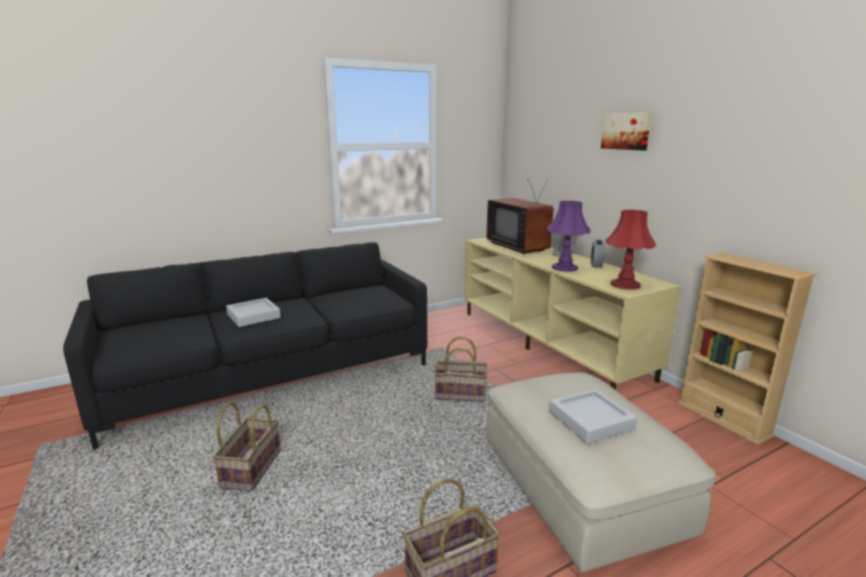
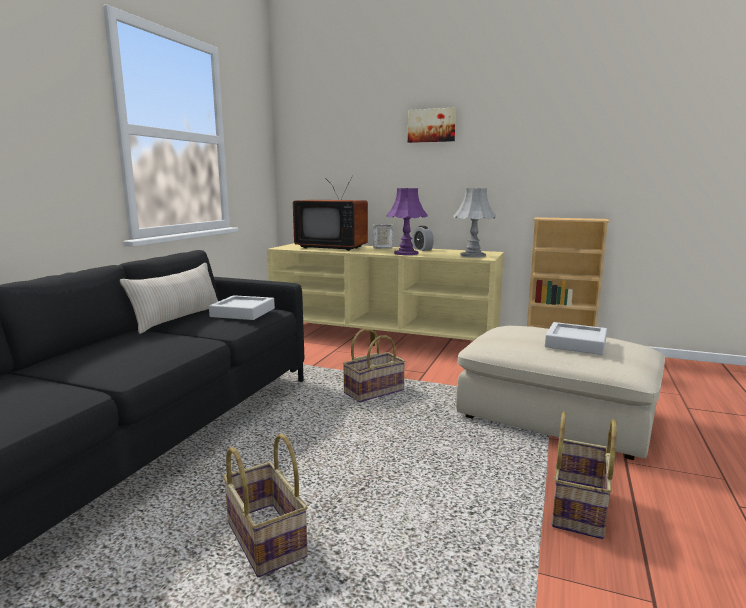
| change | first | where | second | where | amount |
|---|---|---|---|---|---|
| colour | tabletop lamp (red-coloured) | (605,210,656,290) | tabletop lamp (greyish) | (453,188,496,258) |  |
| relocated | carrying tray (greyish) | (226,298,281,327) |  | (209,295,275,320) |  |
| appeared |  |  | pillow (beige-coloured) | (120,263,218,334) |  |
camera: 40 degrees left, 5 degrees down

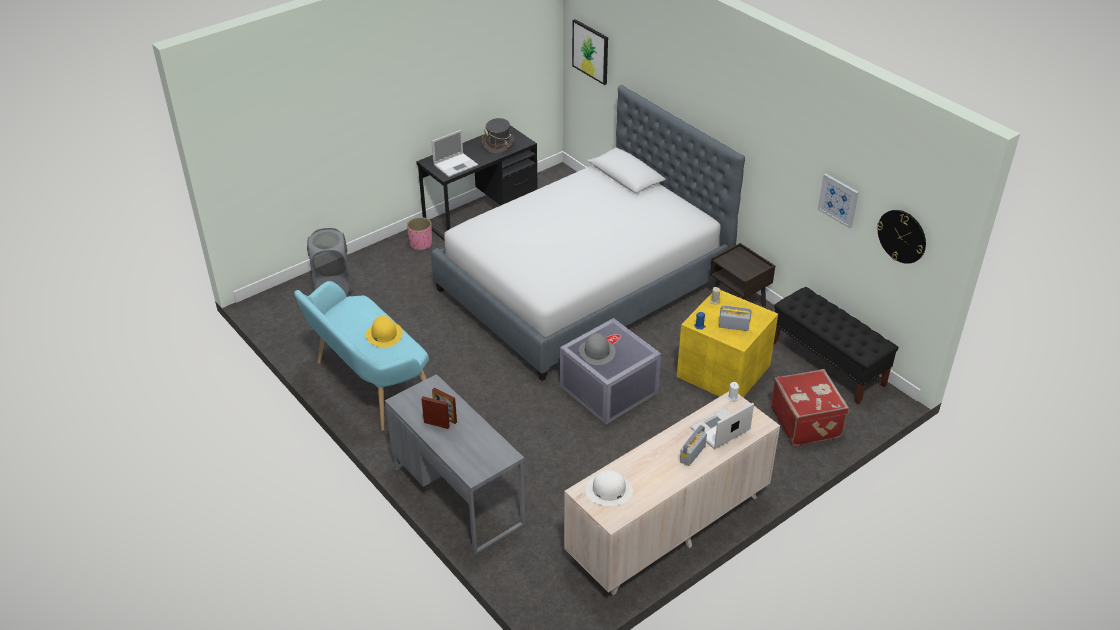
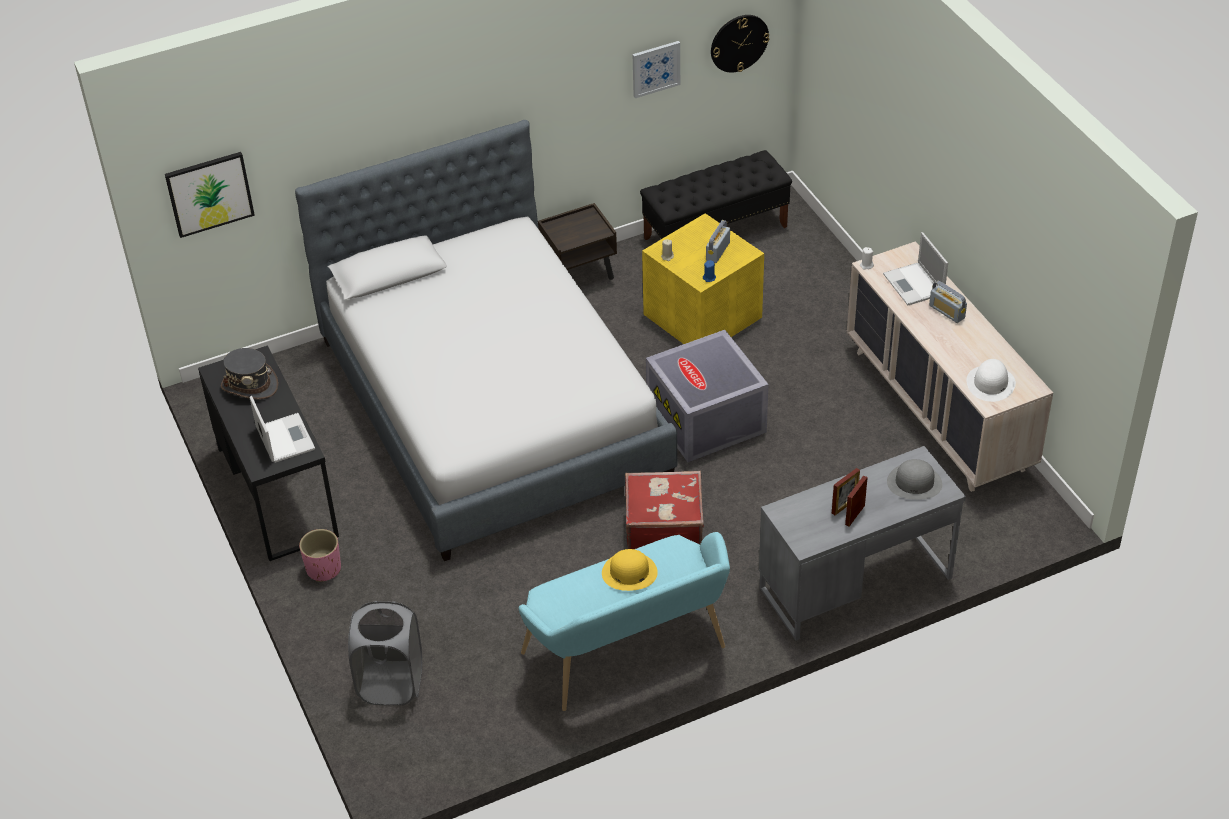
| change | first | where | second | where | amount |
|---|---|---|---|---|---|
| relocated | hat (greyish) | (579,333,615,365) |  | (887,459,942,500) |  |
| relocated | piece of luggage (red-coloured) | (770,369,849,446) |  | (625,471,704,549) |  |
camera: 75 degrees left, 5 degrees up

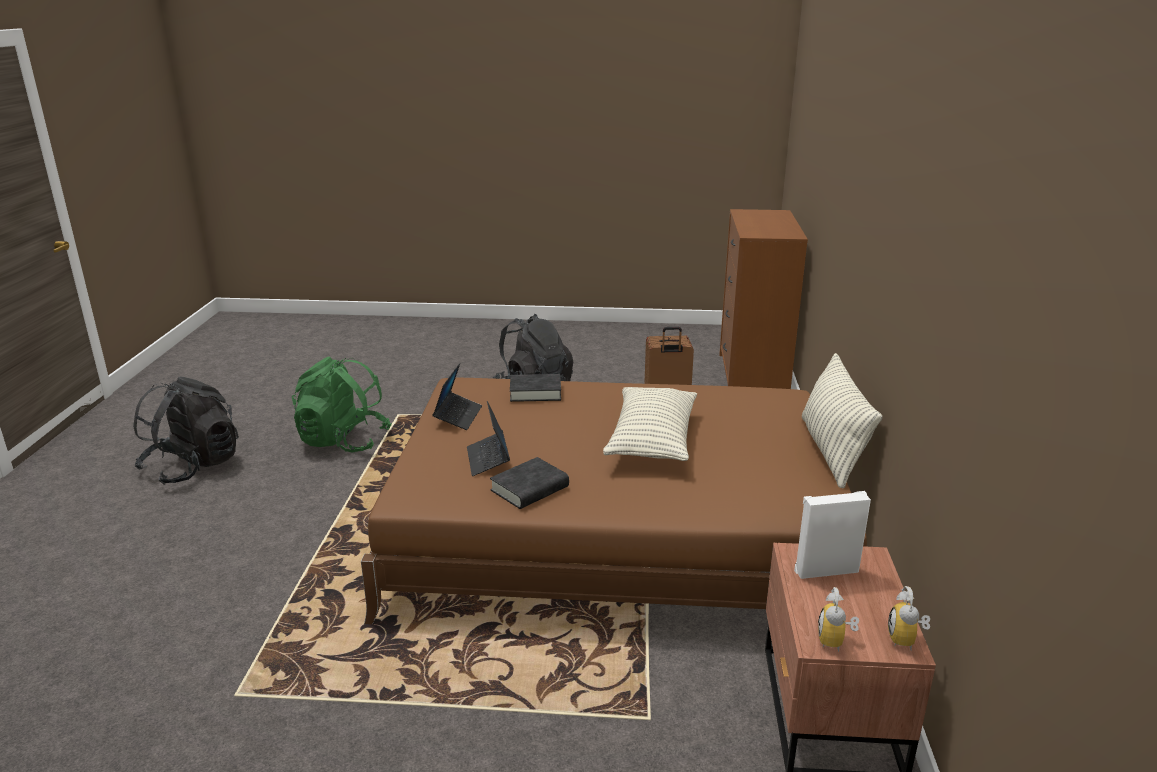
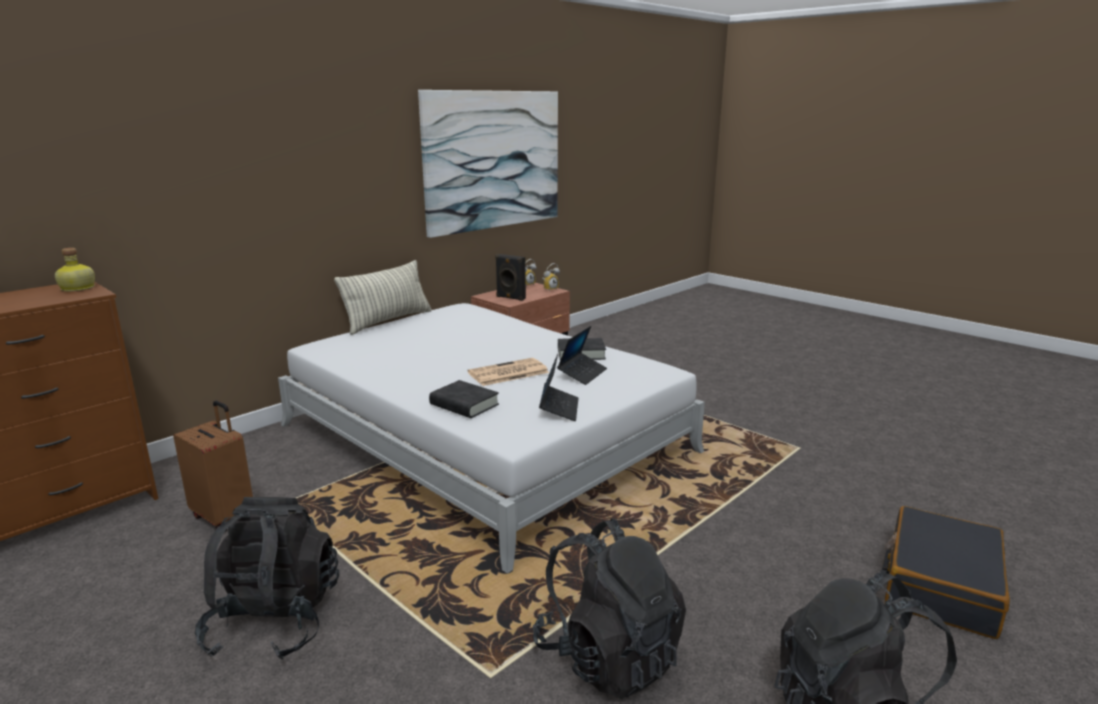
| change | first | where | second | where | amount |
|---|---|---|---|---|---|
| colour | knapsack (green) | (292,356,392,452) | knapsack (blackish) | (533,518,686,699) |  |
| spun | notebook computer | (433,363,482,430) |  | (539,354,578,421) | 135 degrees clockwise |
| colour | bedroom bed (brown) | (361,378,867,624) | bedroom bed (white-coloured) | (278,303,705,573) |  |
| missing | pillow | (603,387,697,461) |  |  |  |
| colour | loudspeaker (white-coloured) | (794,491,871,579) | loudspeaker (blackish) | (495,254,526,301) |  |
| appeared |  |  | picture | (418,90,558,238) |  |
| appeared |  |  | beverage bottle | (55,248,95,291) |  |
| appeared |  |  | daily paper | (468,358,549,386) |  |
| appeared |  |  | piece of luggage (blackish) | (882,506,1010,639) |  |
camera: 140 degrees left, 5 degrees down

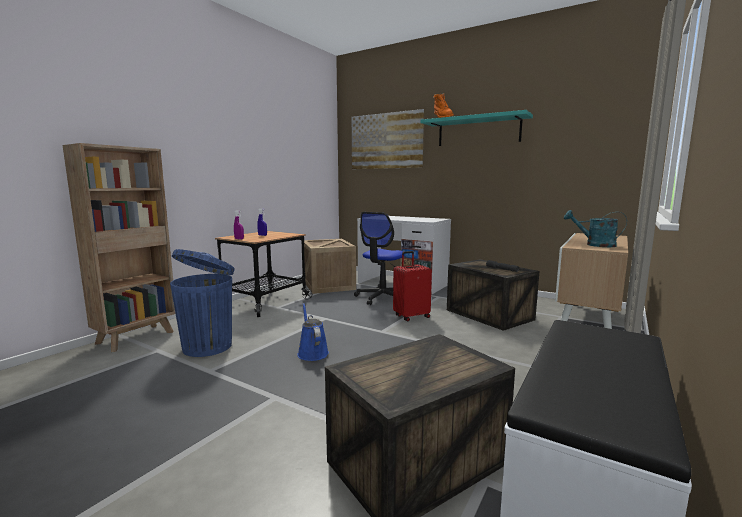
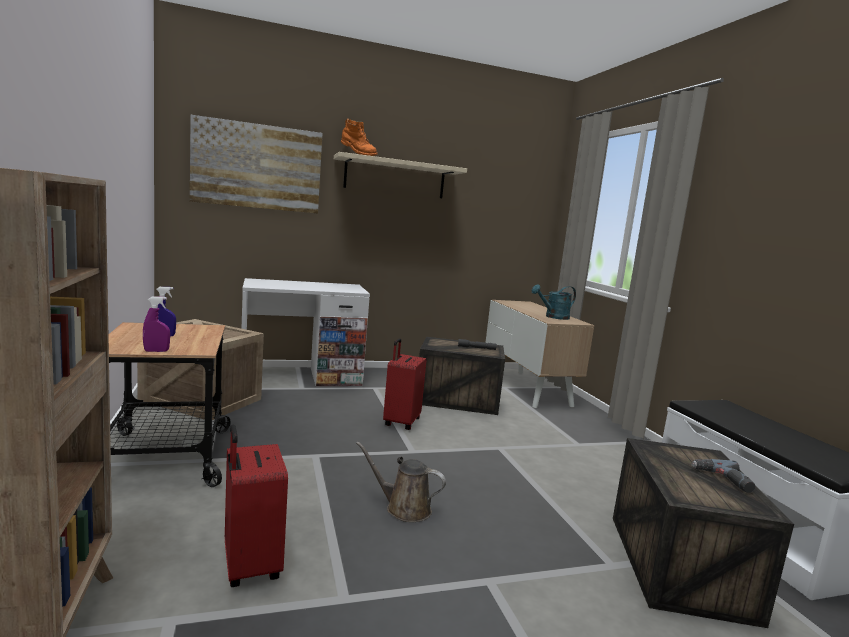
| change | first | where | second | where | amount |
|---|---|---|---|---|---|
| colour | shelf (turquoise-coloured) | (420,110,533,146) | shelf (beige-coloured) | (334,152,467,198) |  |
| missing | desk chair | (354,212,405,305) |  |  |  |
| exchanged | rubbish bin (blue) | (170,249,235,357) | piece of luggage (red-coloured) | (225,424,288,587) |  |
| colour | watering pot (blue) | (297,303,329,361) | watering pot (brown) | (356,441,446,522) |  |
| appeared |  |  | power drill | (692,459,755,493) |  |
camera: 50 degrees left, 0 degrees up

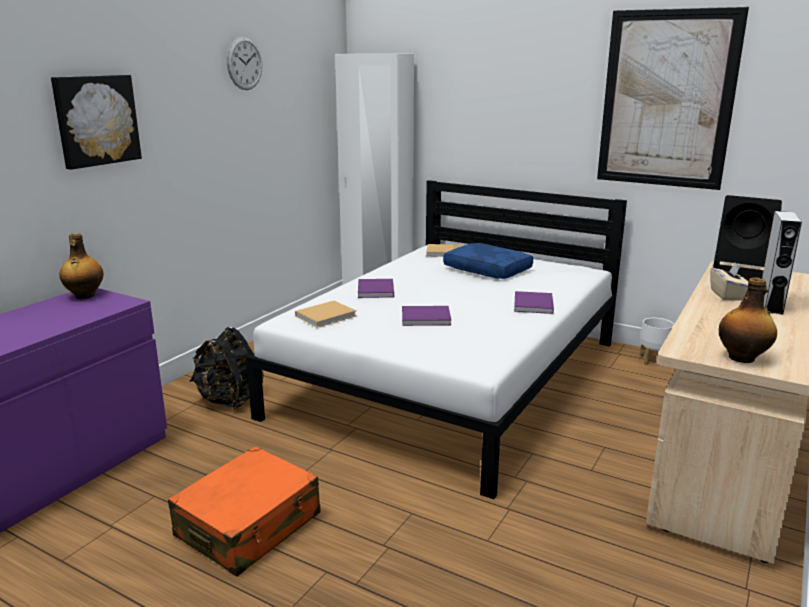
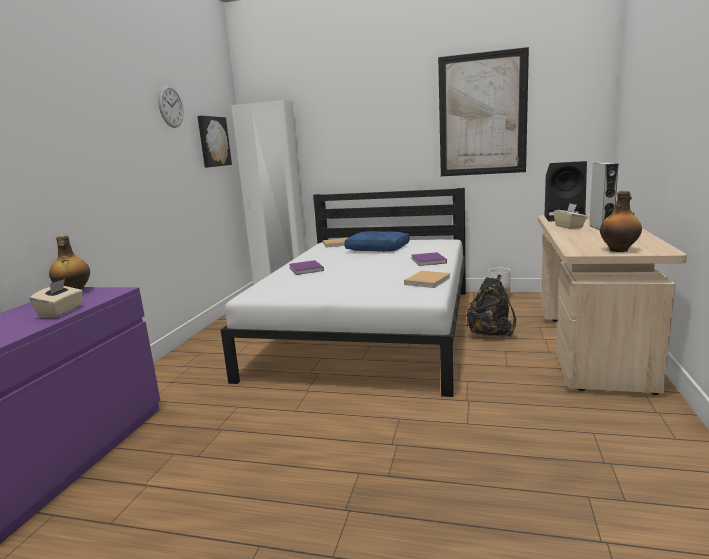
| change | first | where | second | where | amount |
|---|---|---|---|---|---|
| relocated | picture | (51,75,142,170) |  | (197,116,232,168) |  |
| relocated | volume (beige-coloured) | (295,301,357,328) |  | (404,271,451,288) |  |
| missing | volume (purple) | (402,306,451,326) |  |  |  |
| relocated | knapsack (blackish) | (190,326,264,409) |  | (466,275,516,337) |  |
| missing | piece of luggage (orange) | (168,446,321,576) |  |  |  |
| appeared |  |  | tissue holder (beige-coloured) | (29,279,83,317) |  |
camera: 15 degrees left, 5 degrees down

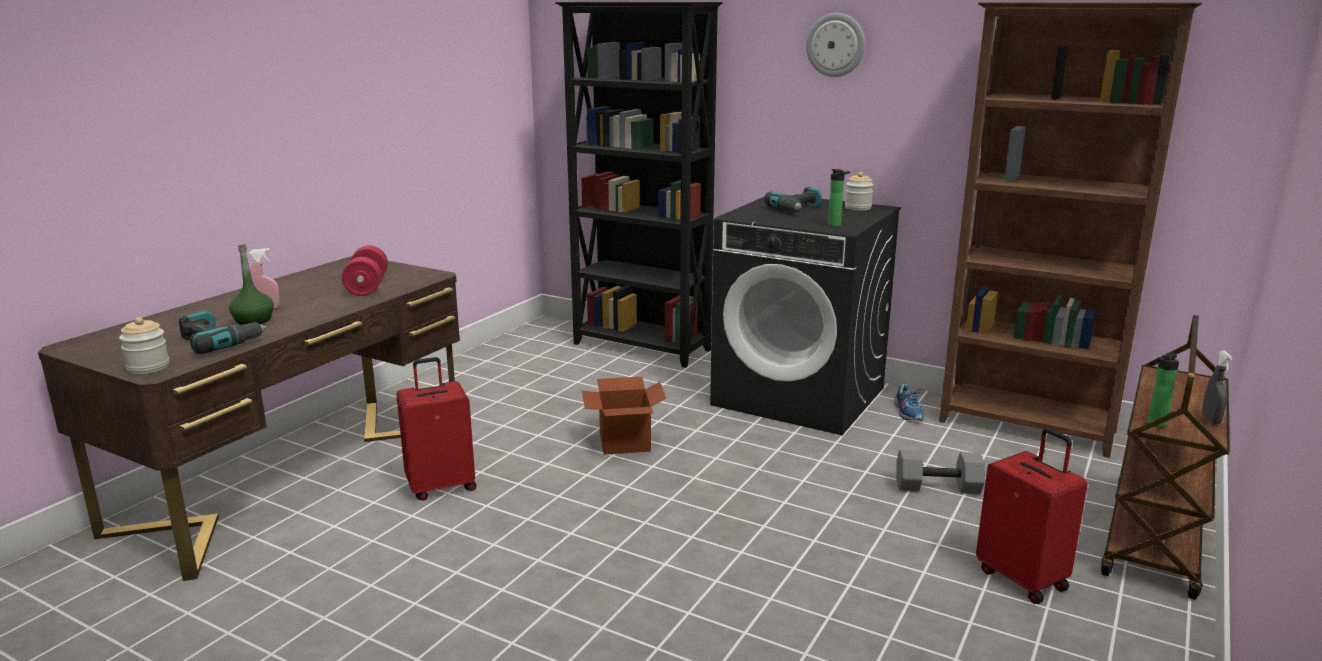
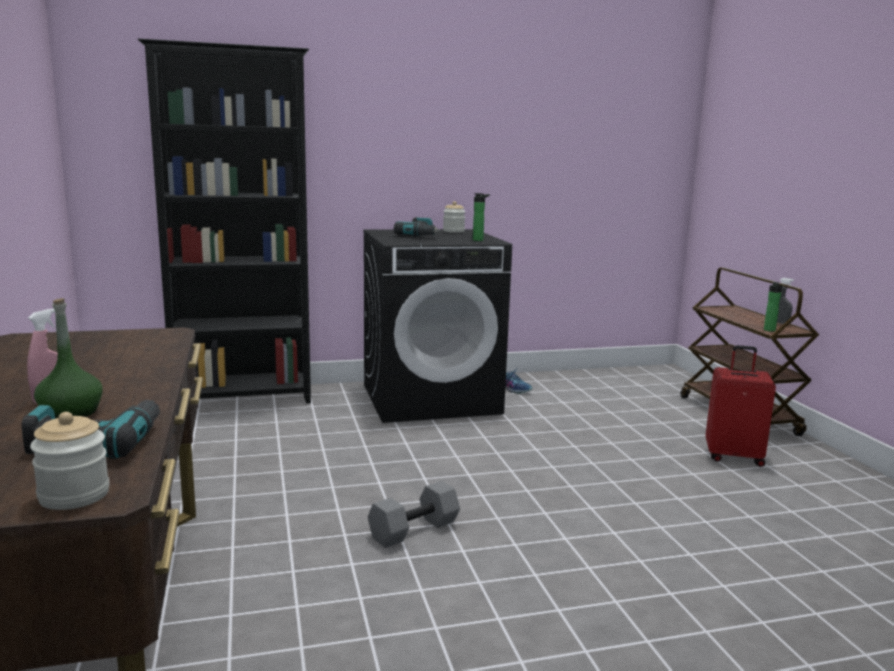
| change | first | where | second | where | amount |
|---|---|---|---|---|---|
| missing | bookshelf (brown) | (939,2,1202,458) |  |  |  |
| missing | clock on the wall | (806,13,865,77) |  |  |  |
| missing | hand weight (red-coloured) | (342,245,388,296) |  |  |  |
| missing | piece of luggage (red-coloured) | (396,357,477,500) |  |  |  |
| missing | cardboard box | (582,376,666,455) |  |  |  |
| relocated | hand weight (greyish) | (896,449,985,494) |  | (368,481,460,548) |  |
camera: 45 degrees left, 5 degrees down

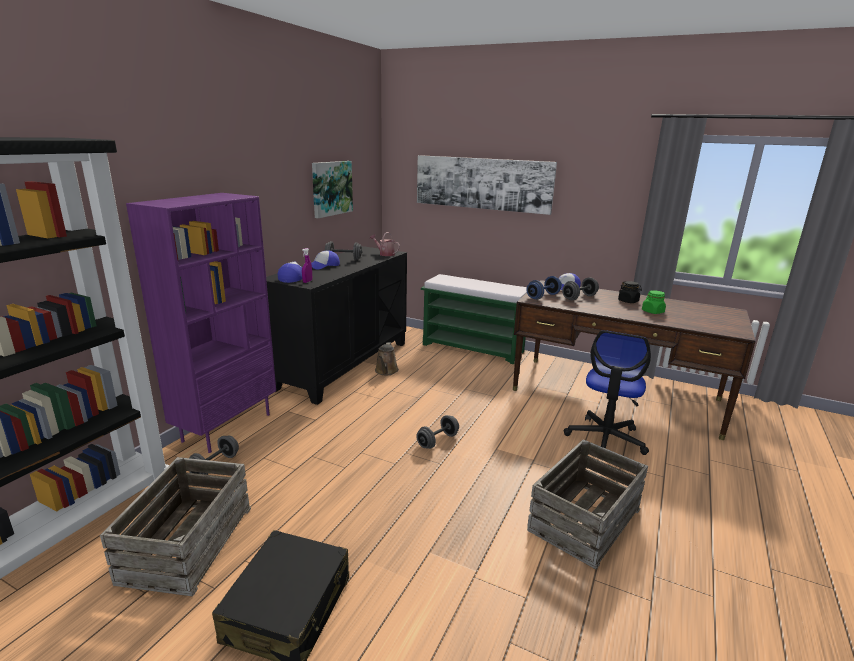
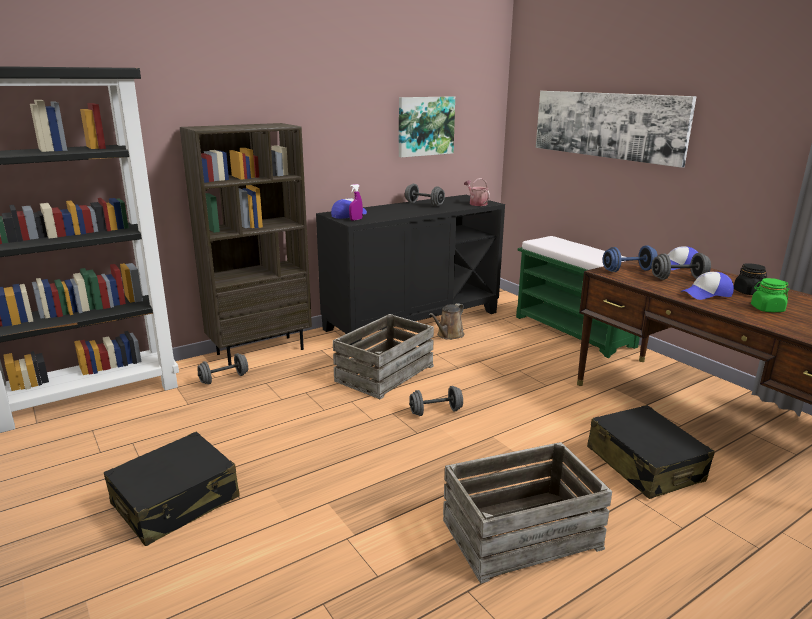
| change | first | where | second | where | amount |
|---|---|---|---|---|---|
| colour | bookshelf (purple) | (126,193,276,453) | bookshelf (brown) | (180,123,312,366) |  |
| relocated | baseball cap | (311,250,340,269) |  | (680,272,734,300) |  |
| exchanged | desk chair | (563,330,651,455) | piece of luggage (blackish) | (587,405,715,499) |  |
| relocated | packing crate | (100,457,251,596) |  | (333,314,434,399) |  |
camera: 30 degrees right, 0 degrees up

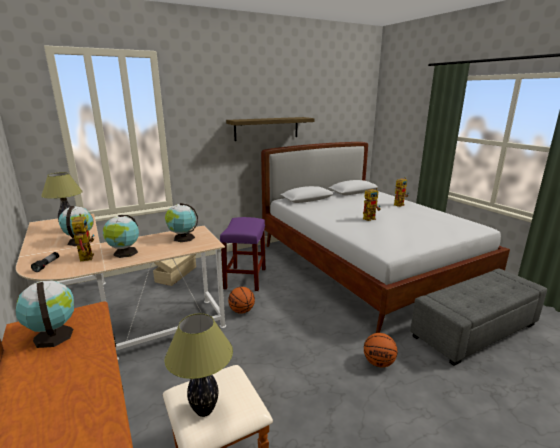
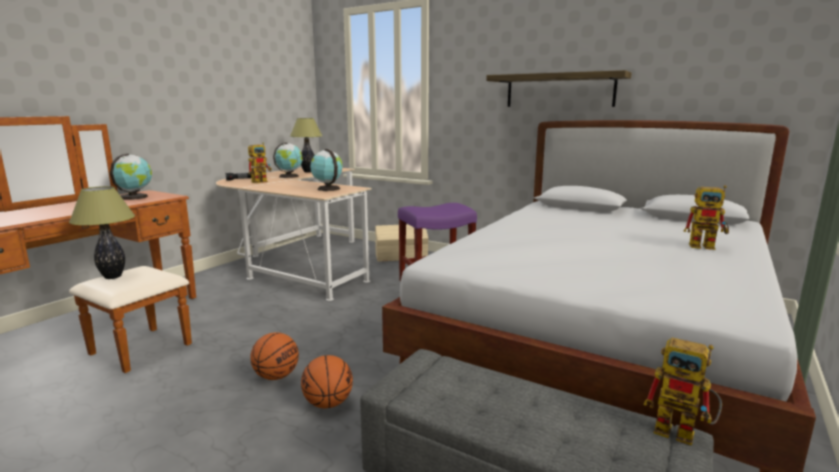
| change | first | where | second | where | amount |
|---|---|---|---|---|---|
| relocated | model robot | (363,188,381,221) |  | (643,338,722,446) |  |
| missing | world globe | (103,215,139,258) |  |  |  |
| relocated | basketball | (228,287,255,314) |  | (250,332,299,380) |  |
camera: 60 degrees right, 5 degrees down

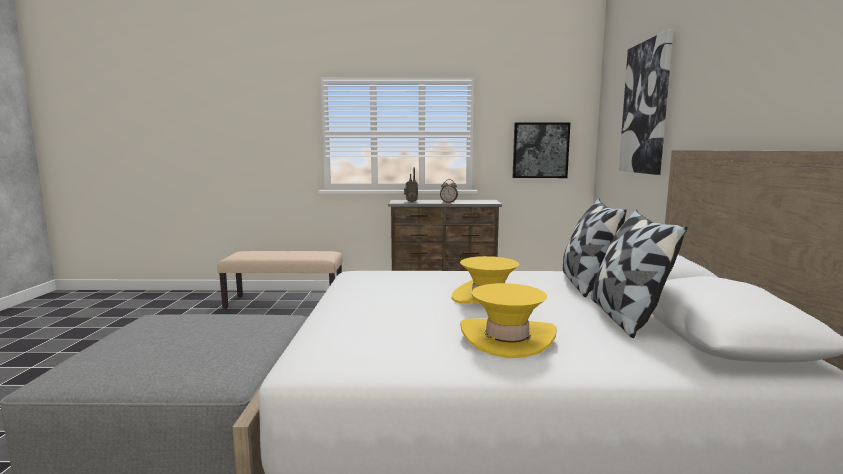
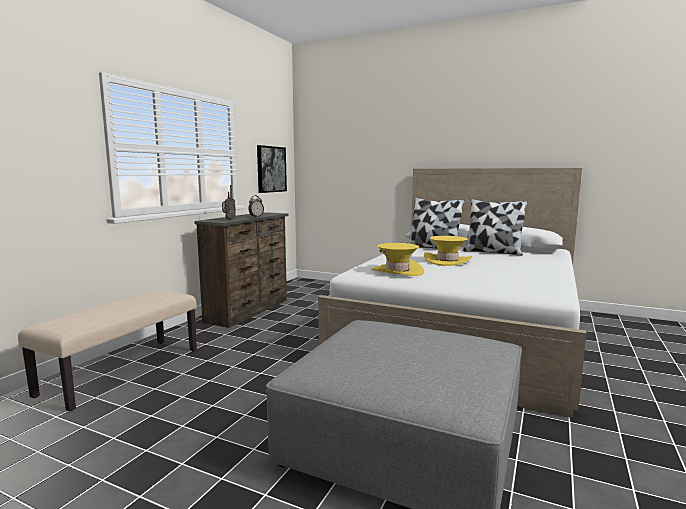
| change | first | where | second | where | amount |
|---|---|---|---|---|---|
| missing | picture | (619,30,673,175) |  |  |  |
| relocated | hat (yellow-coloured) | (460,283,557,358) |  | (371,243,424,276) |  |
camera: 65 degrees left, 0 degrees up

